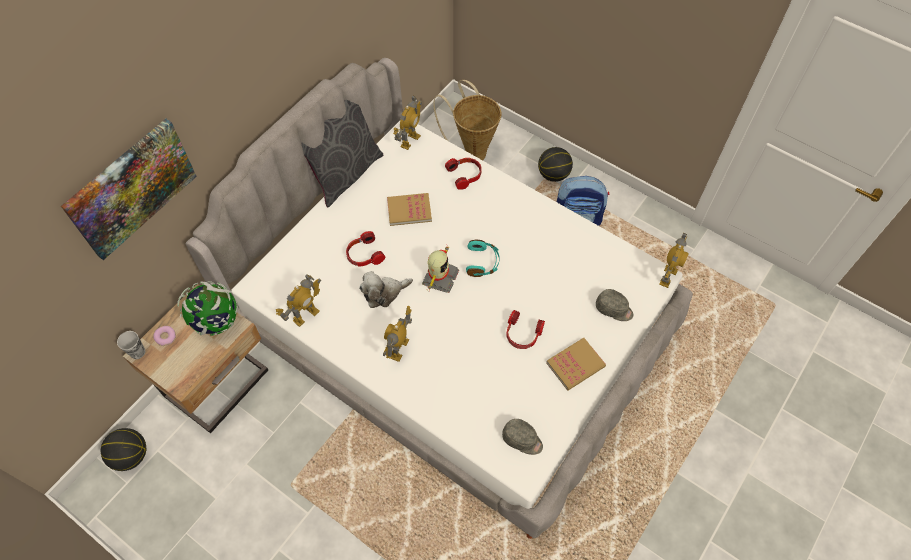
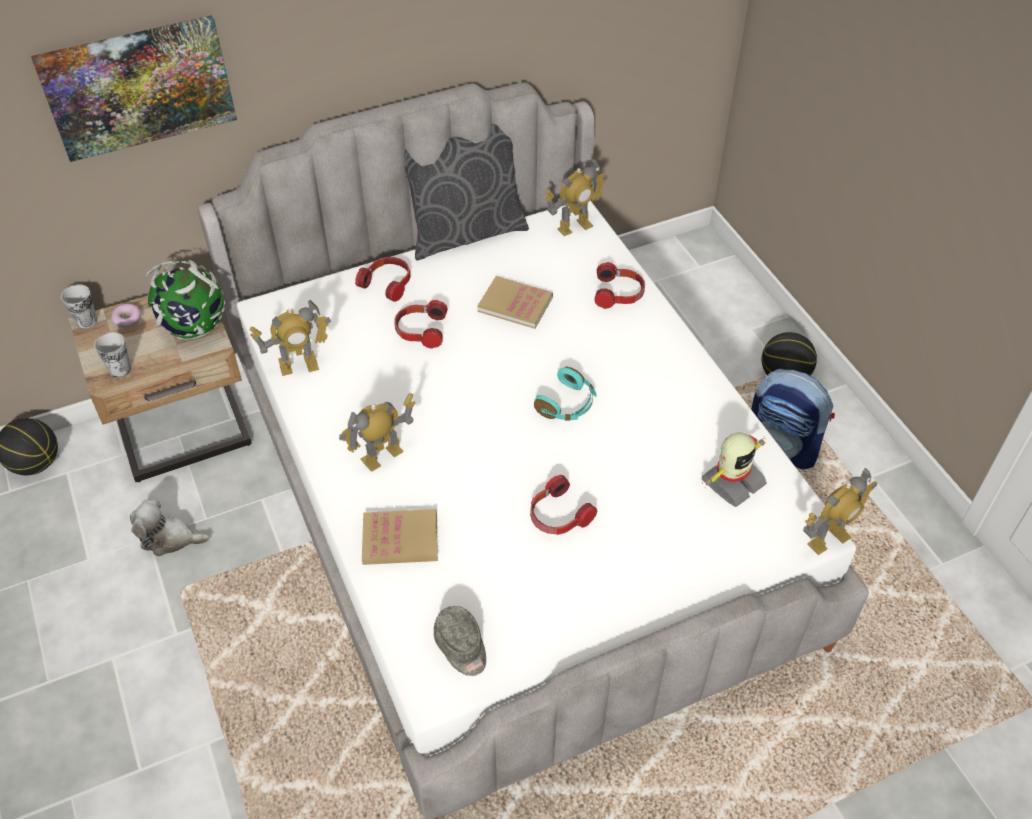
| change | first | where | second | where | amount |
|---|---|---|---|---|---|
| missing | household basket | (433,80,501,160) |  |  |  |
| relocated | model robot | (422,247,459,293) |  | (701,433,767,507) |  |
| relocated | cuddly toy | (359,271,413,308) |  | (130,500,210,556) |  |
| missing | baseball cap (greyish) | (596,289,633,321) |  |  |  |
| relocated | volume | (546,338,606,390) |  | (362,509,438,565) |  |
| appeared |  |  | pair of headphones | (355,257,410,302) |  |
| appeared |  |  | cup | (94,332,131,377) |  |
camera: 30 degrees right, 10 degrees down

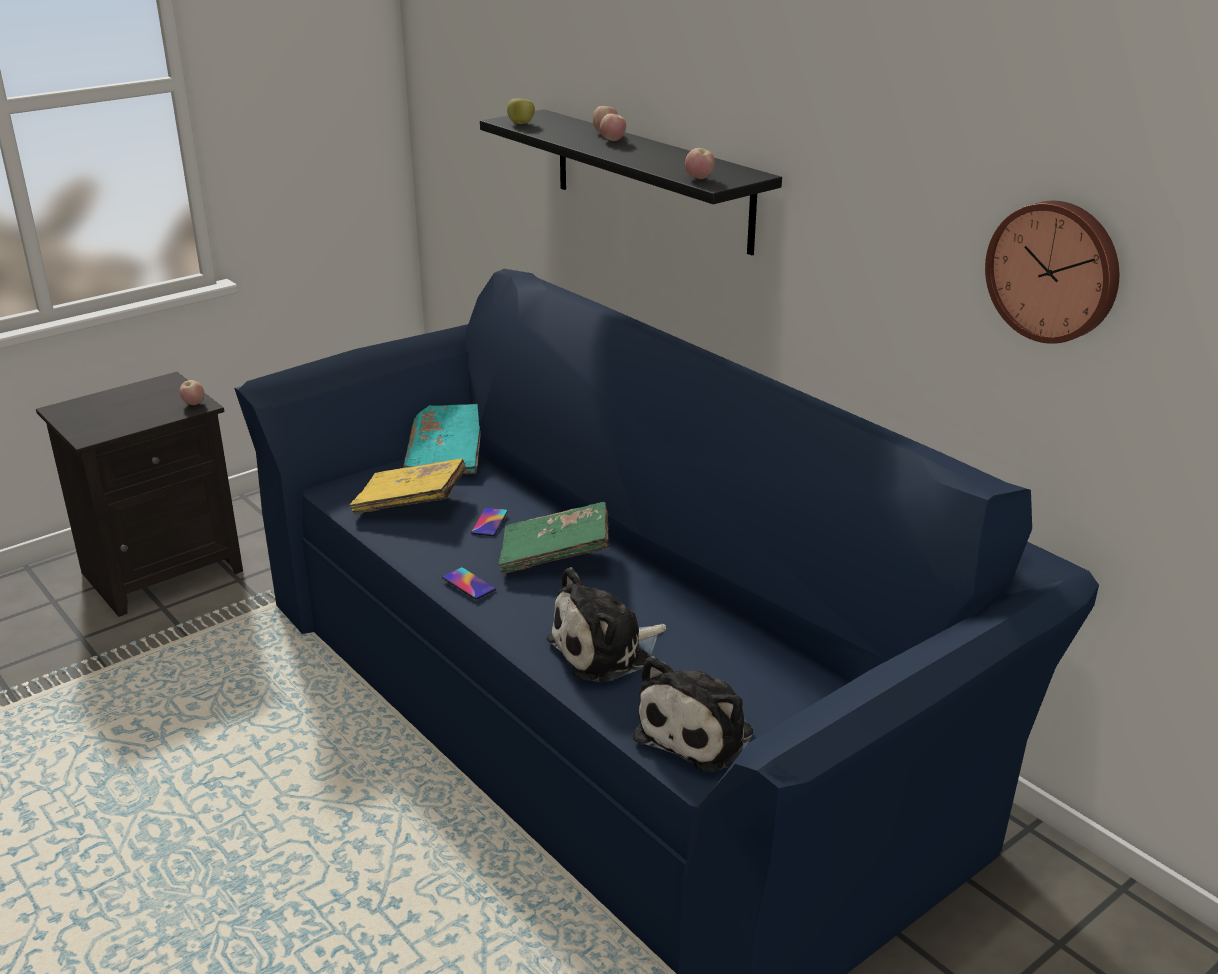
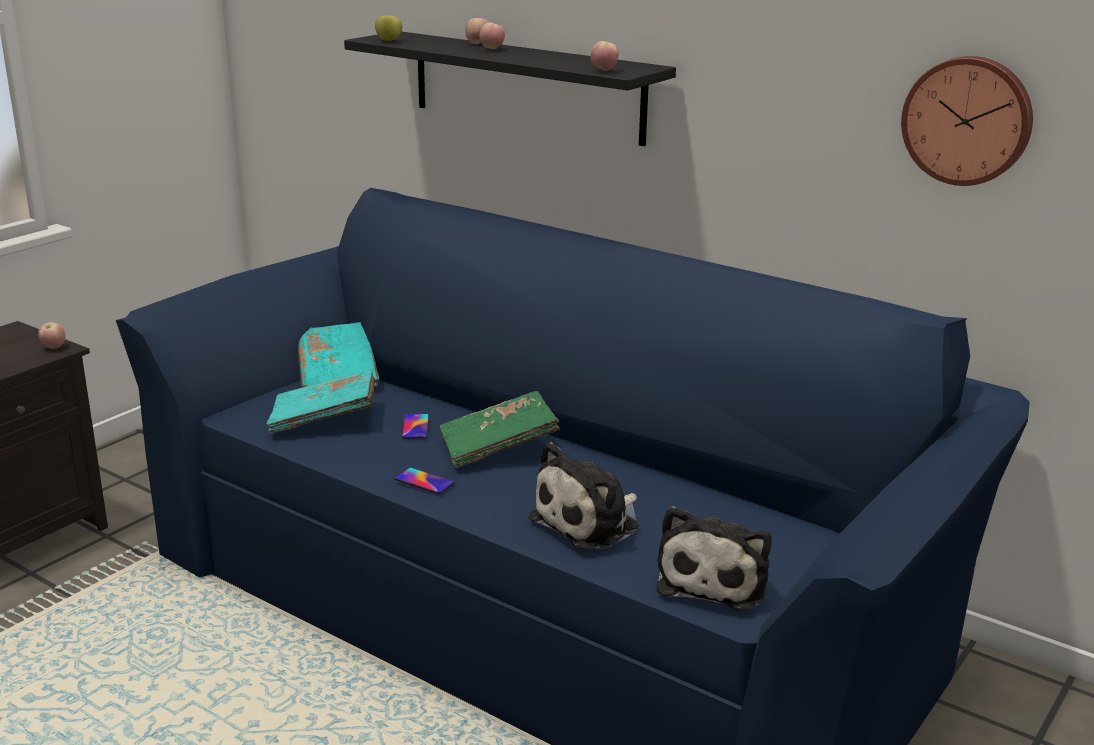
| change | first | where | second | where | amount |
|---|---|---|---|---|---|
| colour | volume (yellow-coloured) | (350,458,466,514) | volume (turquoise-coloured) | (267,370,375,434) |  |
camera: 15 degrees left, 5 degrees down

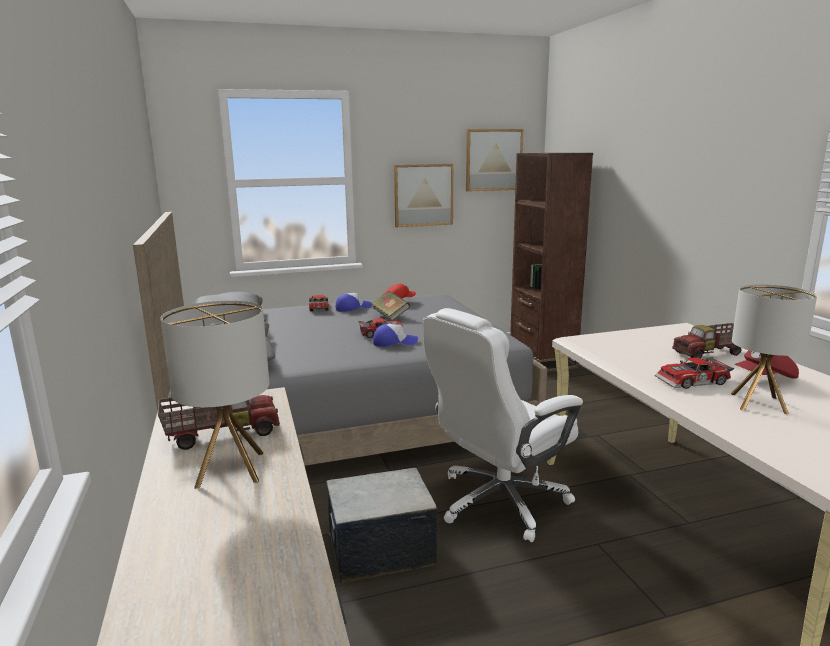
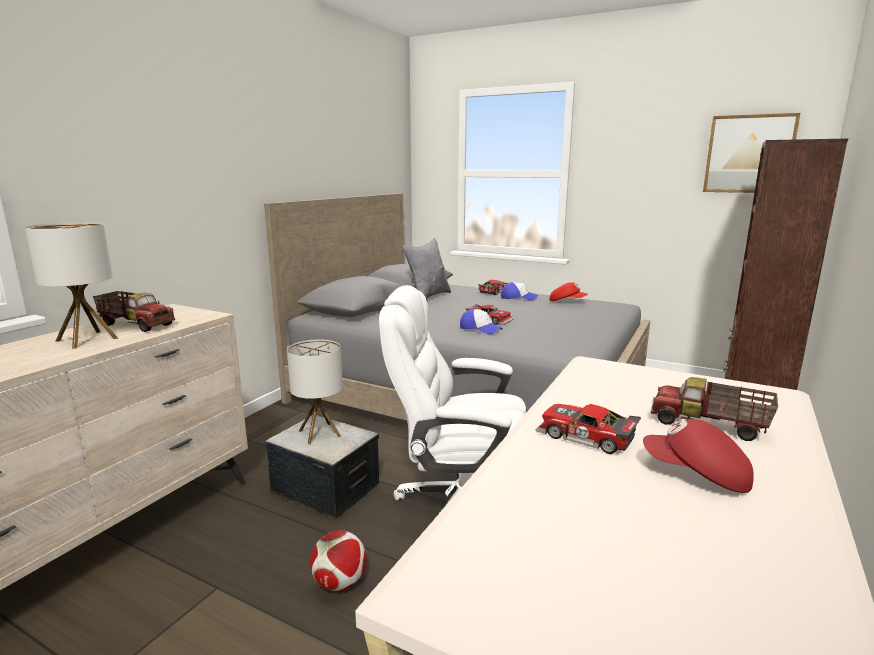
| change | first | where | second | where | amount |
|---|---|---|---|---|---|
| missing | picture | (394,164,453,227) |  |  |  |
| relocated | tabletop lamp | (731,284,817,415) |  | (287,340,343,445) |  |
| missing | volume | (372,291,410,321) |  |  |  |
| appeared |  |  | pillow (greyish) | (402,238,451,299) |  |
| appeared |  |  | football | (310,530,367,591) |  |
camera: 45 degrees right, 0 degrees up

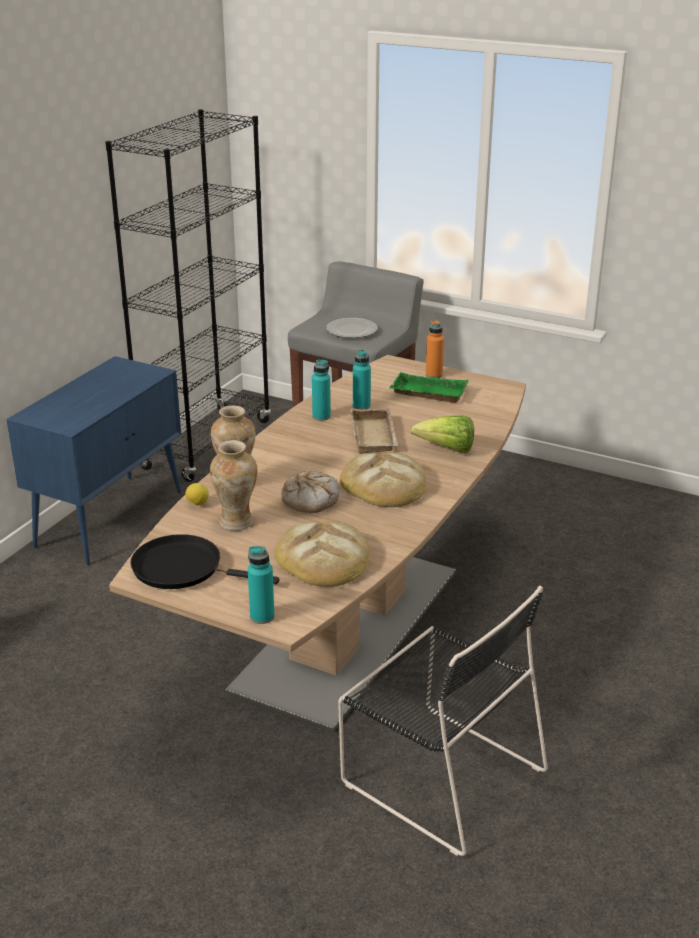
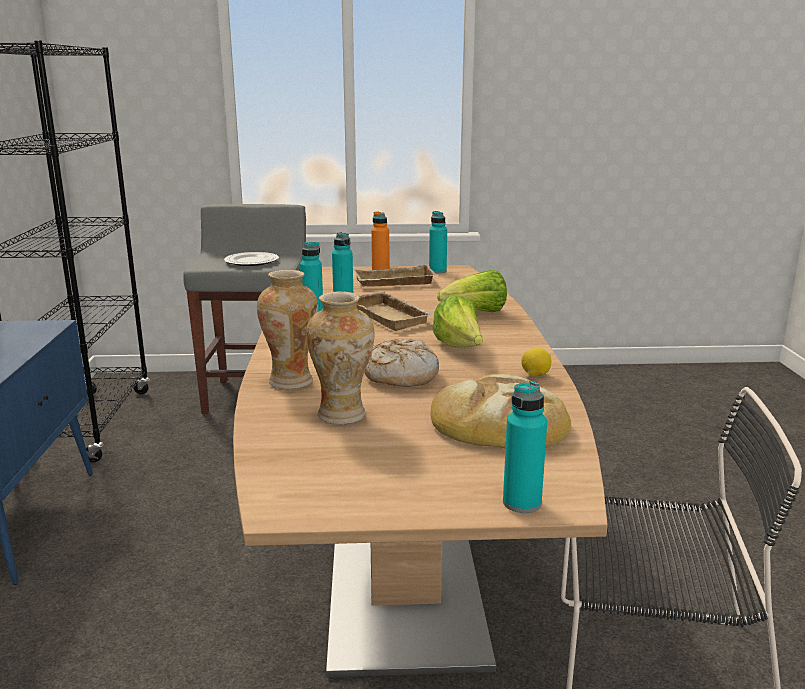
| change | first | where | second | where | amount |
|---|---|---|---|---|---|
| colour | carrying tray (green) | (390,372,469,403) | carrying tray (beige-coloured) | (354,264,436,287) |  |
| exchanged | bread | (340,452,426,507) | head of lettuce | (432,296,483,348) |  |
| relocated | lemon | (185,483,209,506) |  | (521,347,551,376) |  |
| missing | frying pan (blackish) | (130,534,280,589) |  |  |  |
| appeared |  |  | beverage bottle (turquoise-coloured) | (429,211,447,273) |  |
camera: 30 degrees left, 10 degrees down

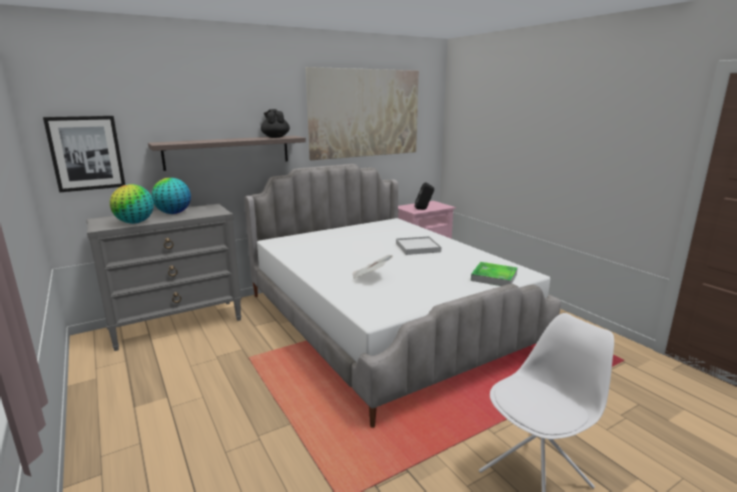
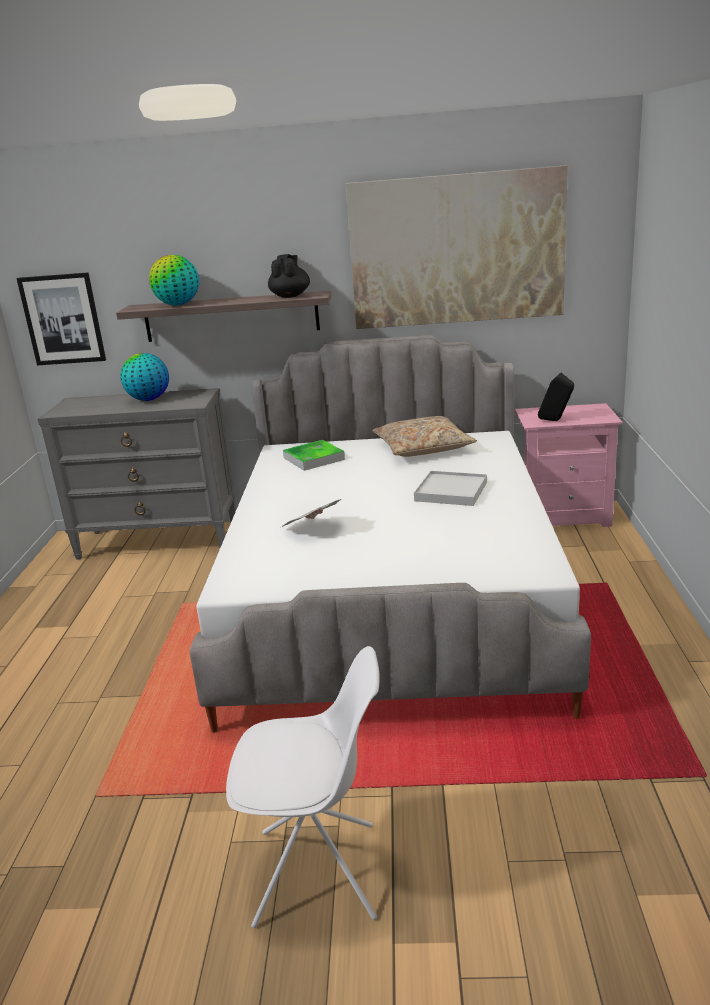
| change | first | where | second | where | amount |
|---|---|---|---|---|---|
| relocated | world globe | (110,184,154,224) |  | (149,255,199,305) |  |
| relocated | carrying tray | (471,262,518,286) |  | (283,440,345,471) |  |
| appeared |  |  | pillow (beige-coloured) | (372,416,477,457) |  |
camera: 35 degrees right, 5 degrees up

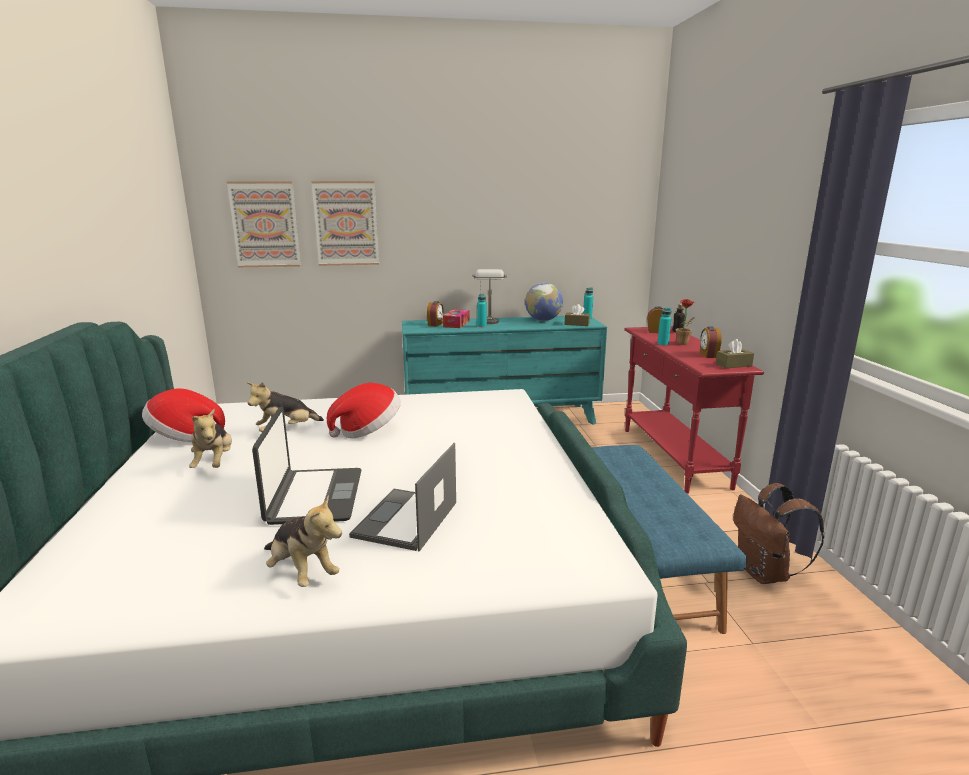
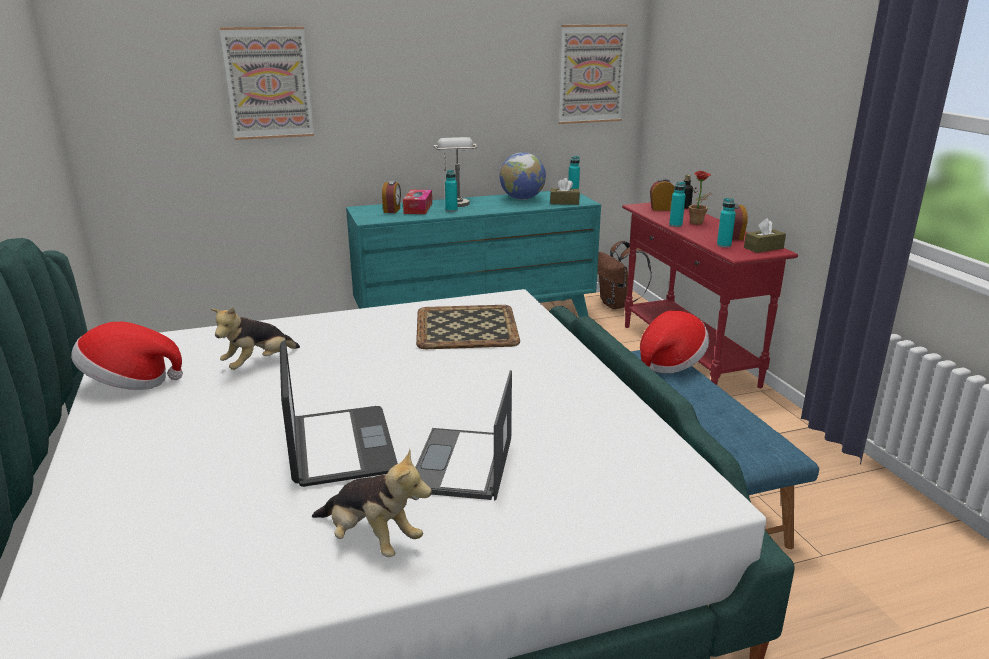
| change | first | where | second | where | amount |
|---|---|---|---|---|---|
| relocated | picture | (227,181,301,267) |  | (558,24,628,124) |  |
| relocated | hat | (327,383,401,438) |  | (640,311,709,373) |  |
| missing | cuddly toy | (189,409,232,468) |  |  |  |
| relocated | knapsack (brown) | (733,483,824,584) |  | (597,241,652,309) |  |
| appeared |  |  | beverage bottle (turquoise-coloured) | (717,198,736,248) |  |
| appeared |  |  | carrying tray | (416,305,520,349) |  |
camera: 10 degrees left, 5 degrees up

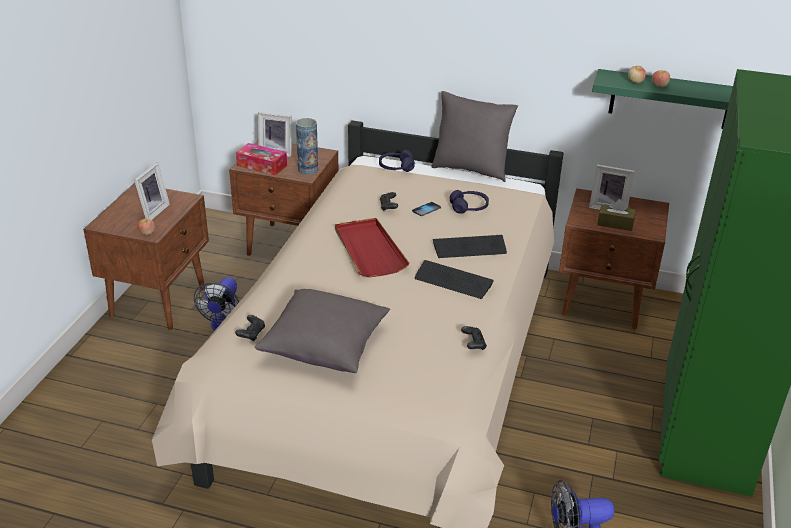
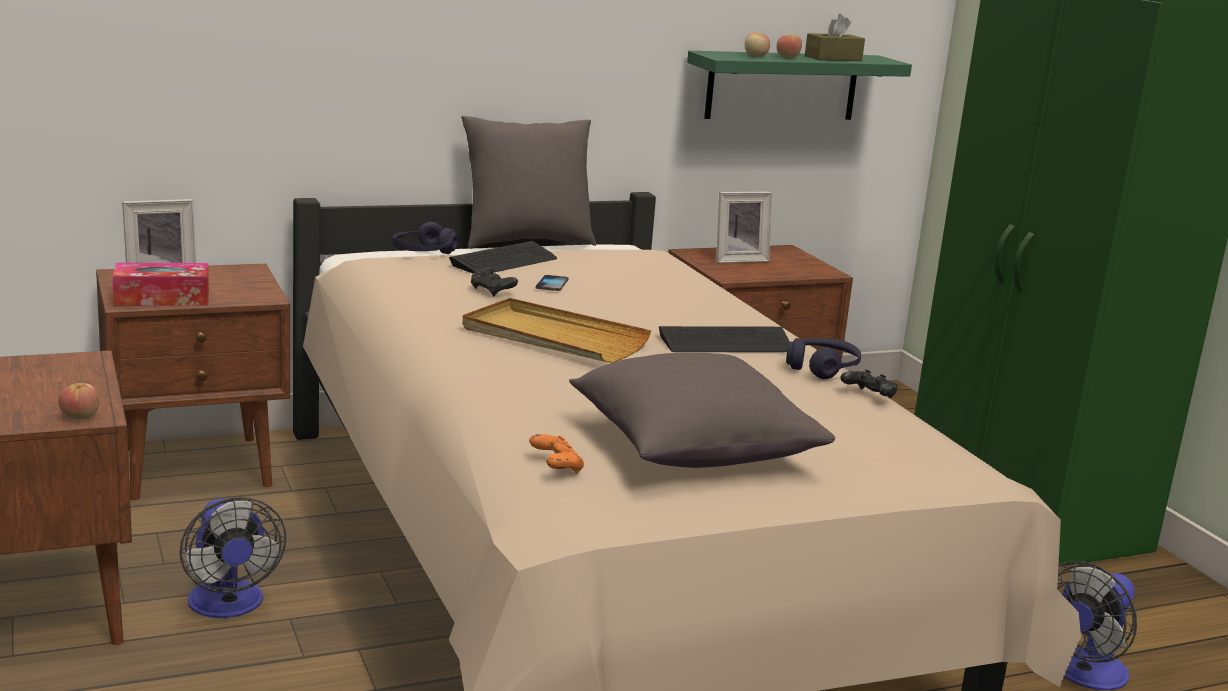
| change | first | where | second | where | amount |
|---|---|---|---|---|---|
| missing | decorative vase | (296,118,318,174) |  |  |  |
| missing | picture frame | (134,163,170,220) |  |  |  |
| relocated | pair of headphones (purple) | (450,190,489,214) |  | (786,338,861,379) |  |
| relocated | tissue holder (brown) | (598,199,636,231) |  | (805,14,865,61) |  |
| colour | carrying tray (red-coloured) | (335,218,409,277) | carrying tray (beige-coloured) | (462,298,651,363) |  |
| relocated | computer keyboard | (433,235,507,258) |  | (449,241,557,274) |  |
| colour | game controller (blackish) | (235,315,265,341) | game controller (orange) | (529,434,584,474) |  |
camera: 40 degrees left, 15 degrees down

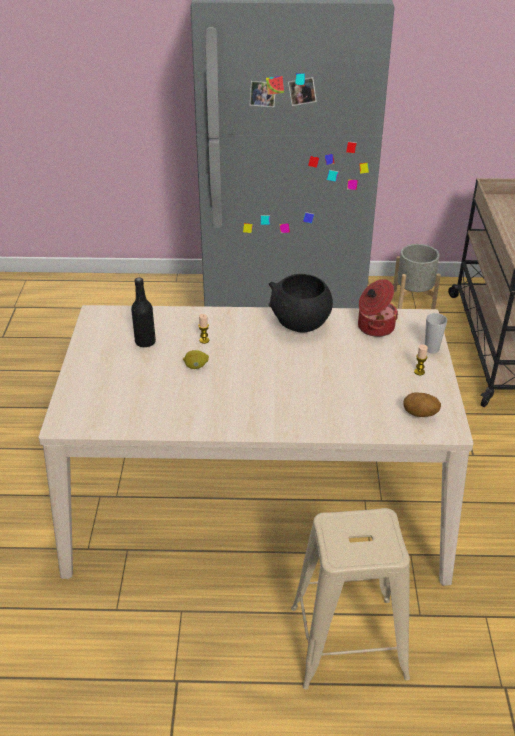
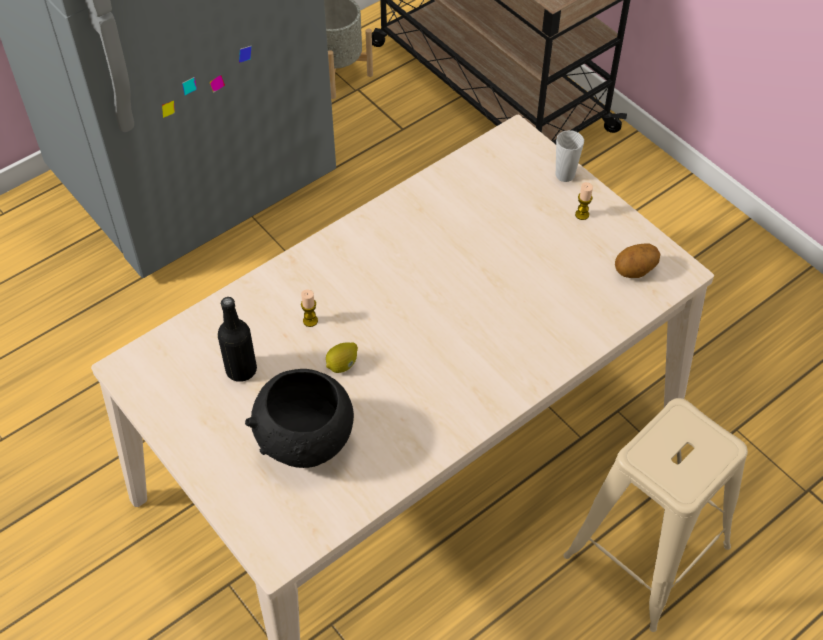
| change | first | where | second | where | amount |
|---|---|---|---|---|---|
| relocated | bowl (blackish) | (269,274,333,332) |  | (245,369,354,468) |  |
| missing | saucepot | (358,279,398,337) |  |  |  |
camera: 40 degrees left, 15 degrees up

